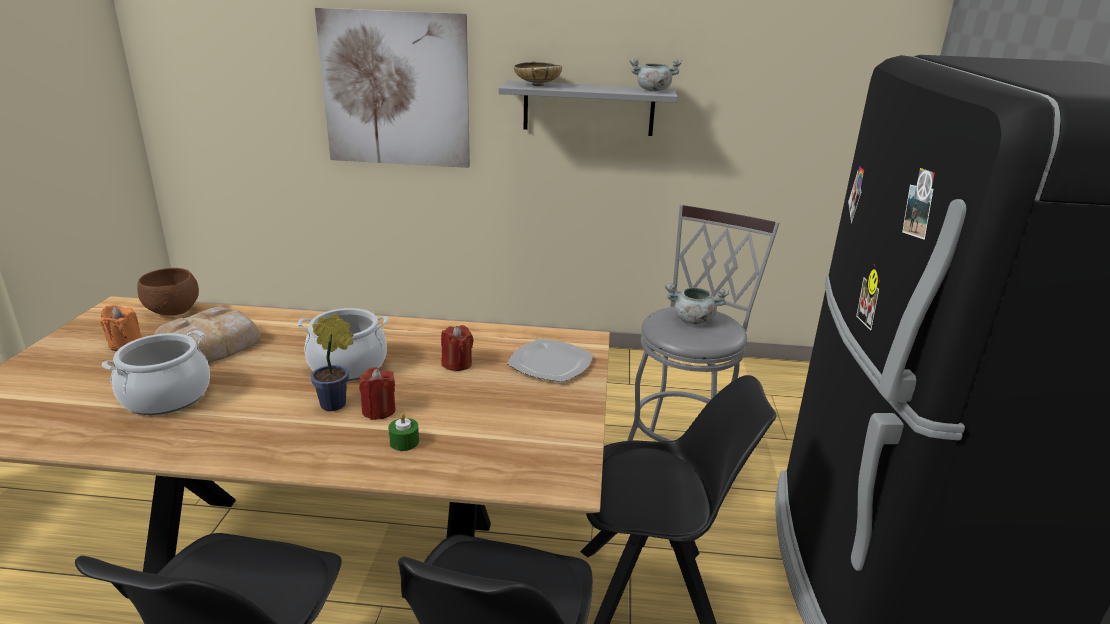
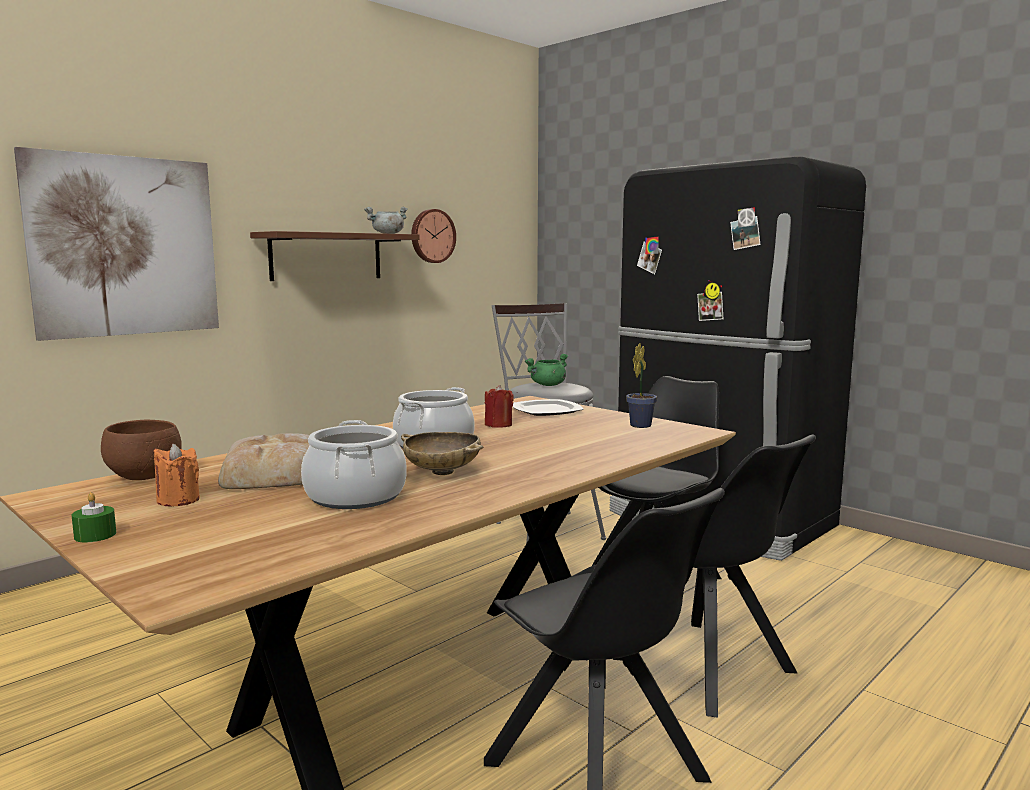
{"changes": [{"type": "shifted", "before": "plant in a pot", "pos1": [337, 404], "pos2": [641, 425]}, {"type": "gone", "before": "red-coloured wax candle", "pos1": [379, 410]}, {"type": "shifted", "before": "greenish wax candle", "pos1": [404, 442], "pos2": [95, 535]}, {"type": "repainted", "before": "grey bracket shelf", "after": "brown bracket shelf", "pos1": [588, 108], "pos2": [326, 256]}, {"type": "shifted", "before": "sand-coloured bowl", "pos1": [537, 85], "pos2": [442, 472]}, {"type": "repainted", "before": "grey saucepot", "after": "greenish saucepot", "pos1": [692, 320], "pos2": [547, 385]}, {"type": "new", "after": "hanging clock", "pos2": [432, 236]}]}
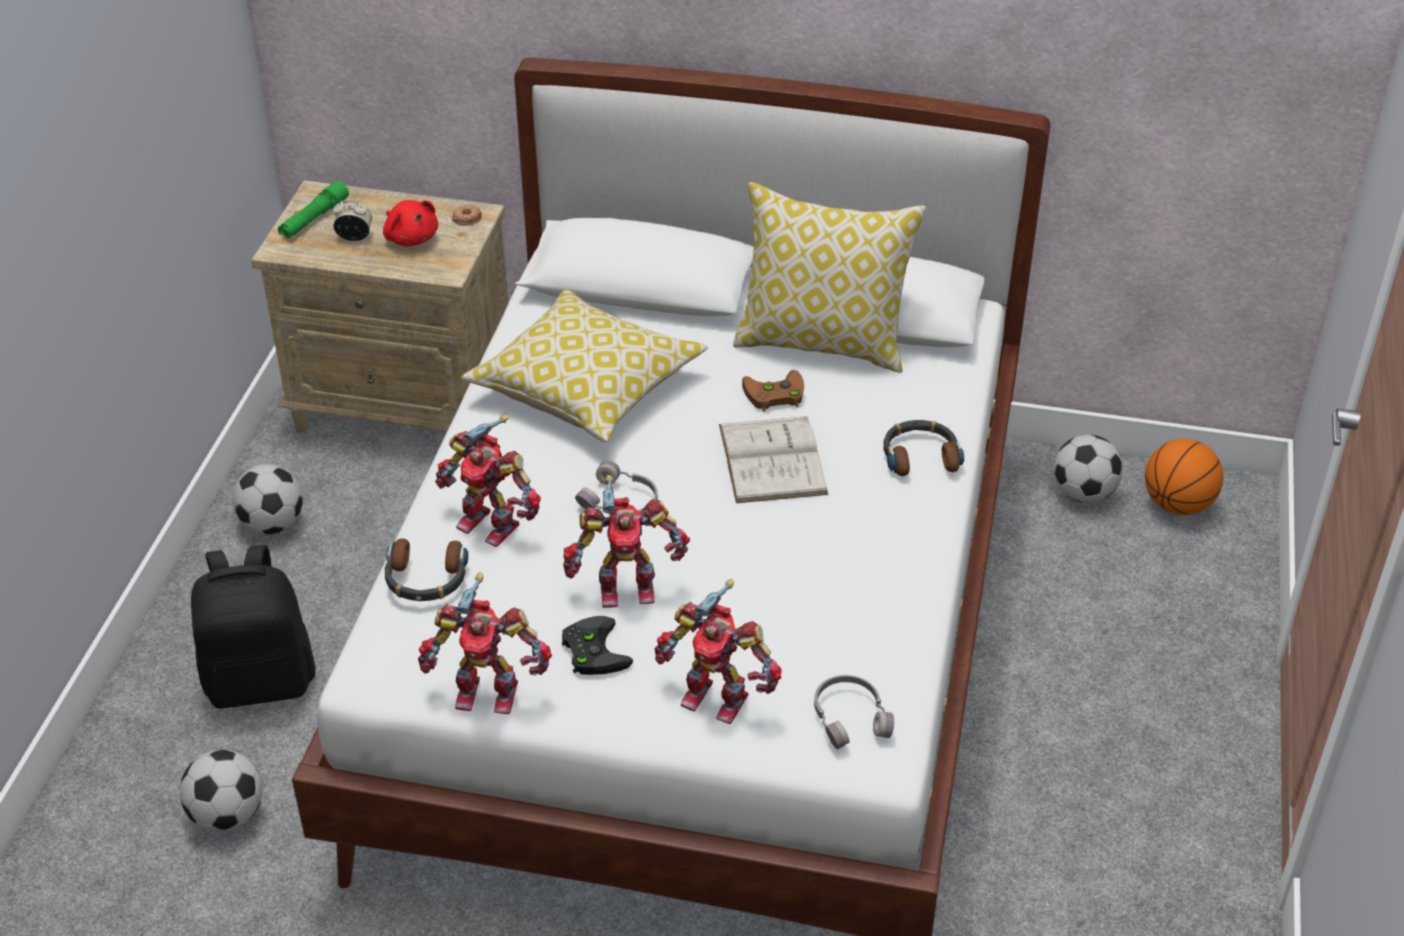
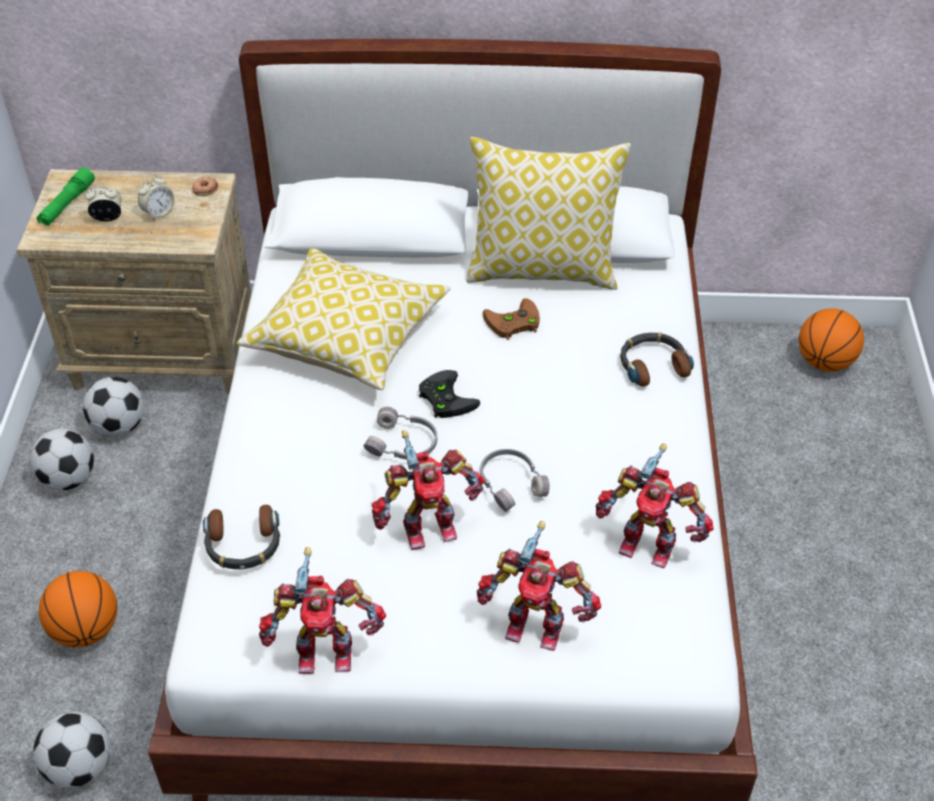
{"changes": [{"type": "swapped", "before": "black knapsack", "after": "ball for basketball", "pos1": [261, 680], "pos2": [86, 629]}, {"type": "swapped", "before": "red-coloured soft toy", "after": "table clock", "pos1": [411, 238], "pos2": [159, 213]}, {"type": "shifted", "before": "robot figure", "pos1": [491, 523], "pos2": [648, 543]}, {"type": "shifted", "before": "black joypad", "pos1": [592, 650], "pos2": [444, 398]}, {"type": "gone", "before": "white volume", "pos1": [772, 459]}, {"type": "shifted", "before": "grey pair of headphones", "pos1": [850, 717], "pos2": [511, 483]}, {"type": "shifted", "before": "football ball", "pos1": [1084, 493], "pos2": [120, 426]}]}
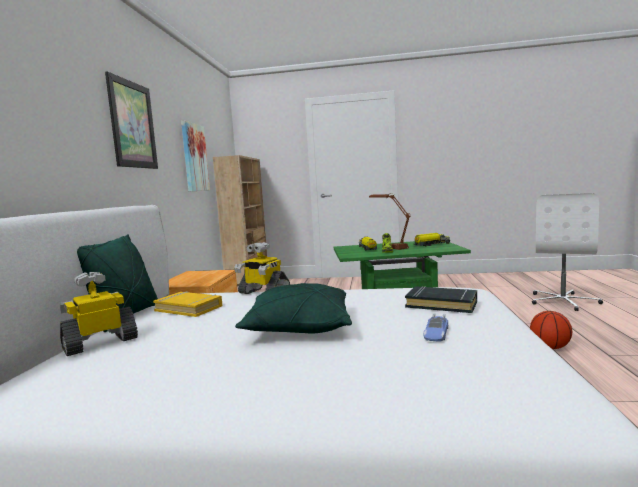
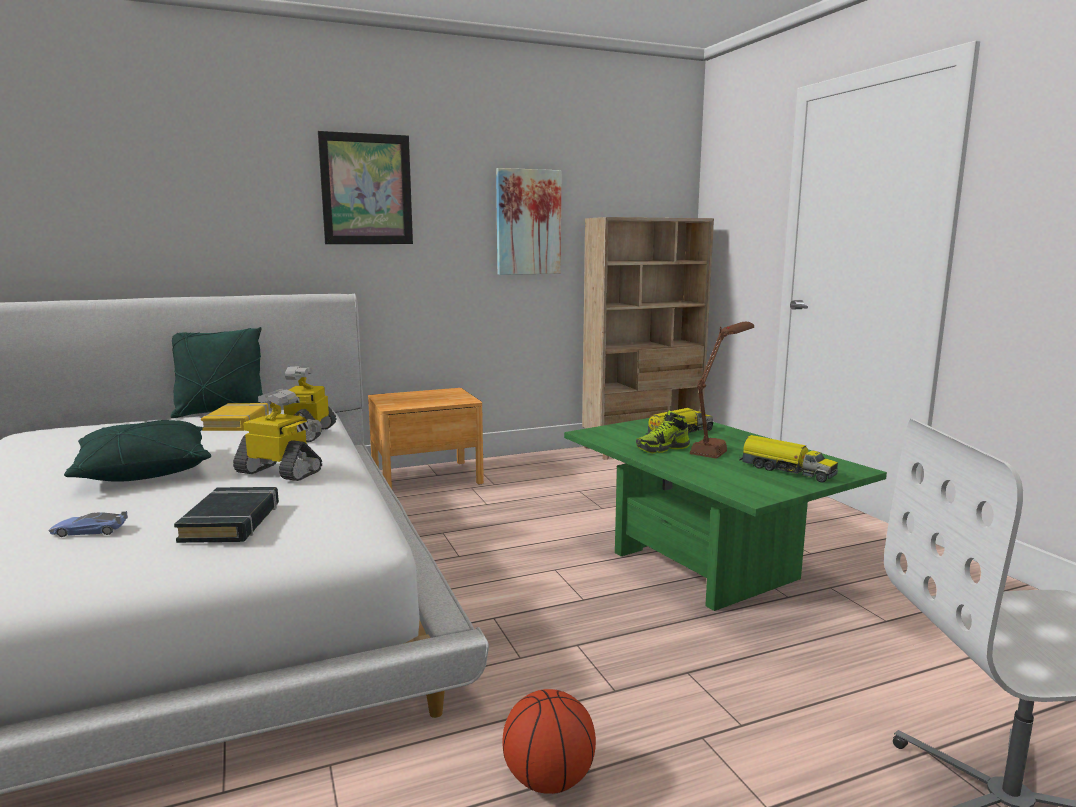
{"changes": [{"type": "shifted", "before": "robot figure", "pos1": [100, 343], "pos2": [280, 472]}]}
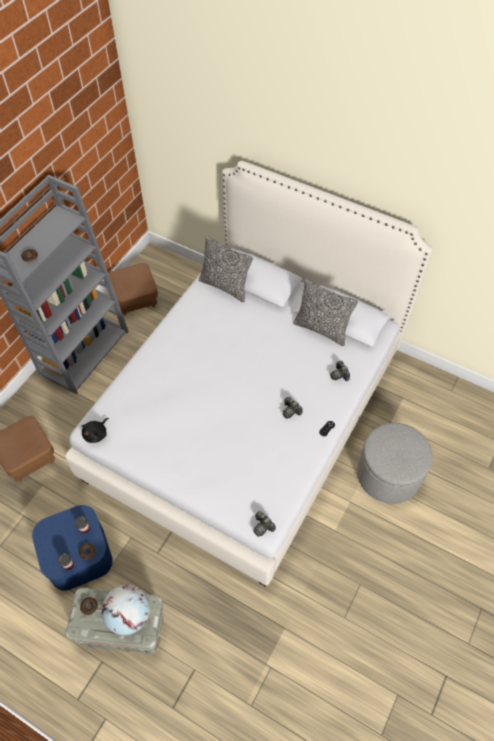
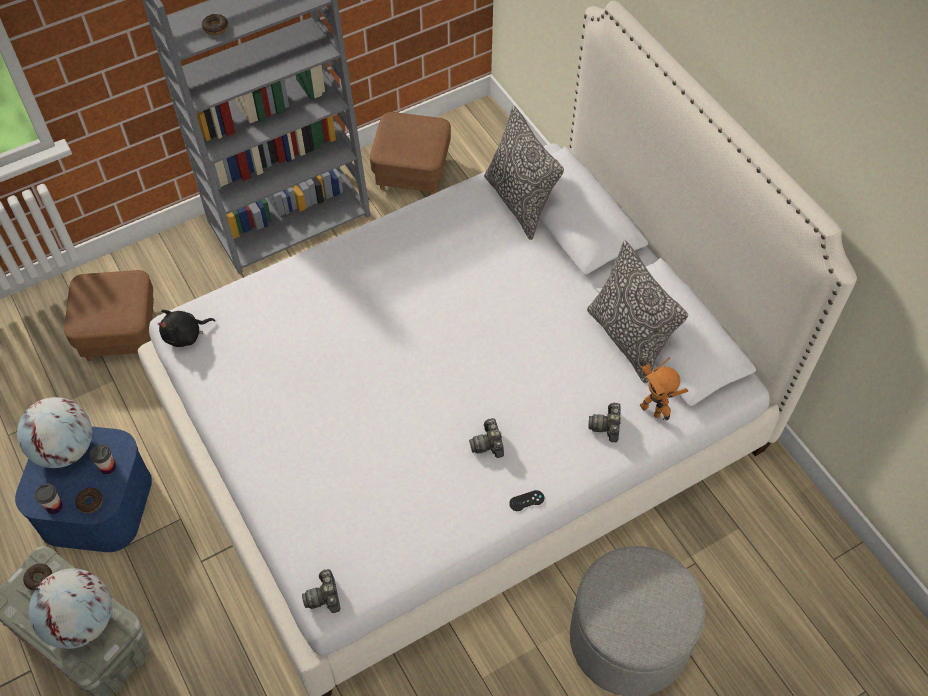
{"changes": [{"type": "new", "after": "globe", "pos2": [65, 449]}, {"type": "new", "after": "robot figure", "pos2": [651, 409]}]}
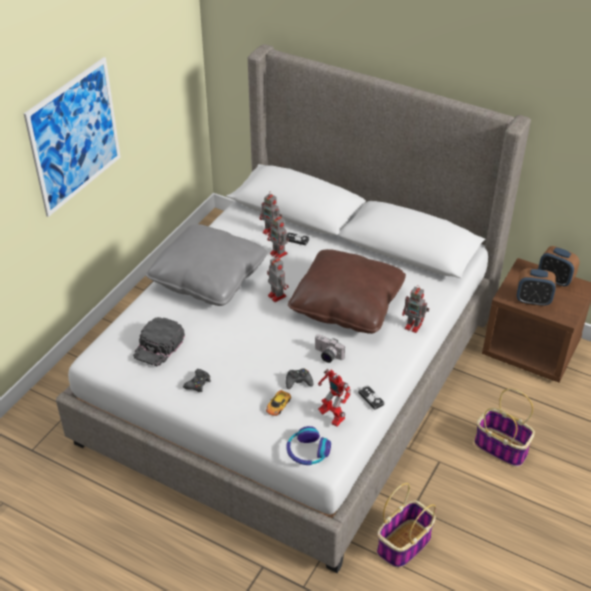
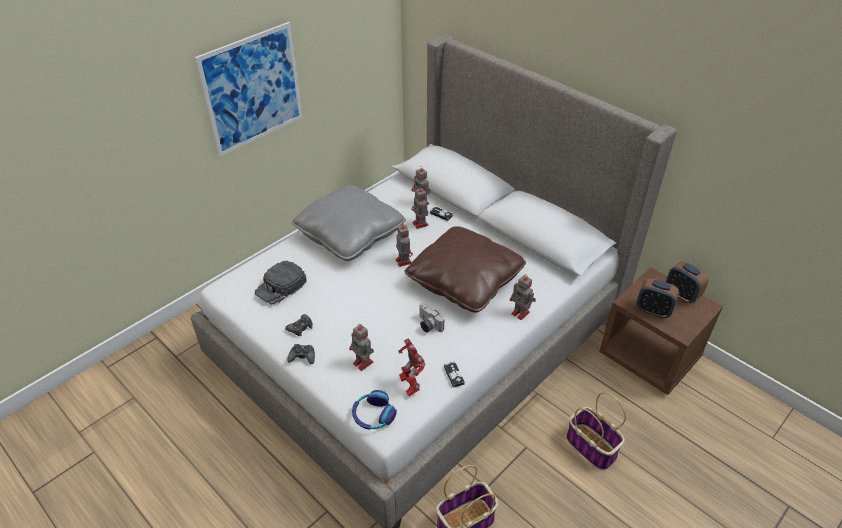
{"changes": [{"type": "swapped", "before": "model car", "after": "robot figure", "pos1": [278, 405], "pos2": [363, 363]}, {"type": "shifted", "before": "black joypad", "pos1": [298, 381], "pos2": [302, 357]}]}
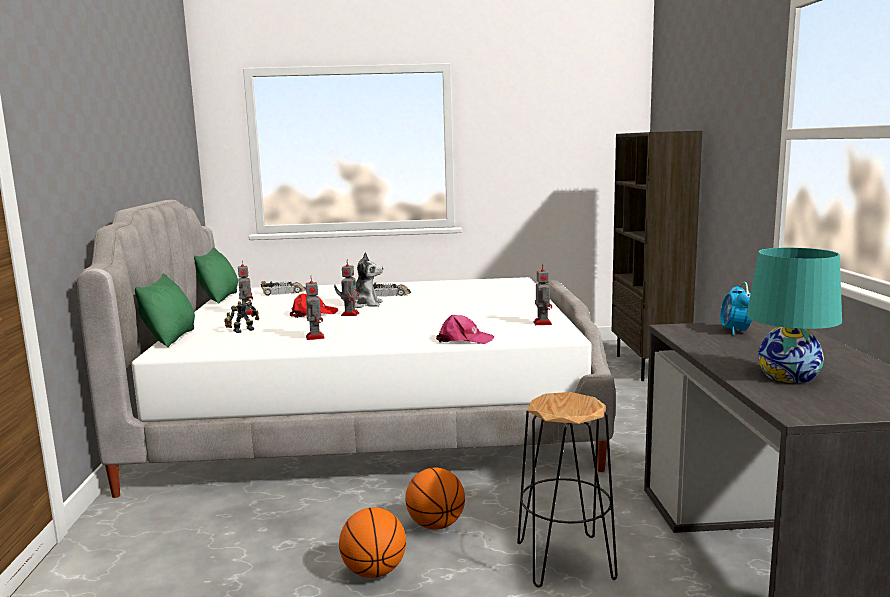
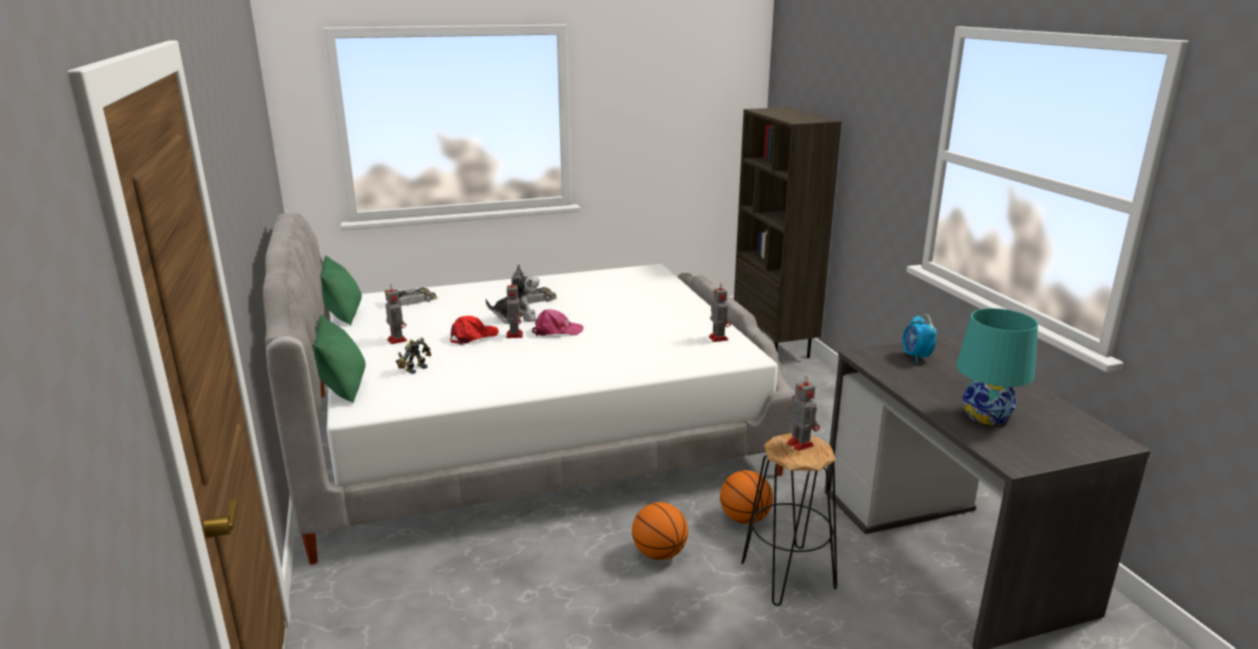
{"changes": [{"type": "shifted", "before": "robot figure", "pos1": [315, 337], "pos2": [799, 444]}, {"type": "shifted", "before": "ball for basketball", "pos1": [374, 572], "pos2": [744, 519]}, {"type": "shifted", "before": "pink-coloured peaked cap", "pos1": [464, 340], "pos2": [556, 331]}]}
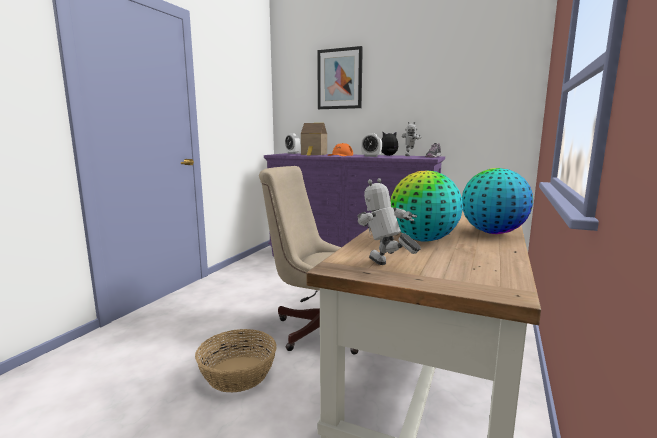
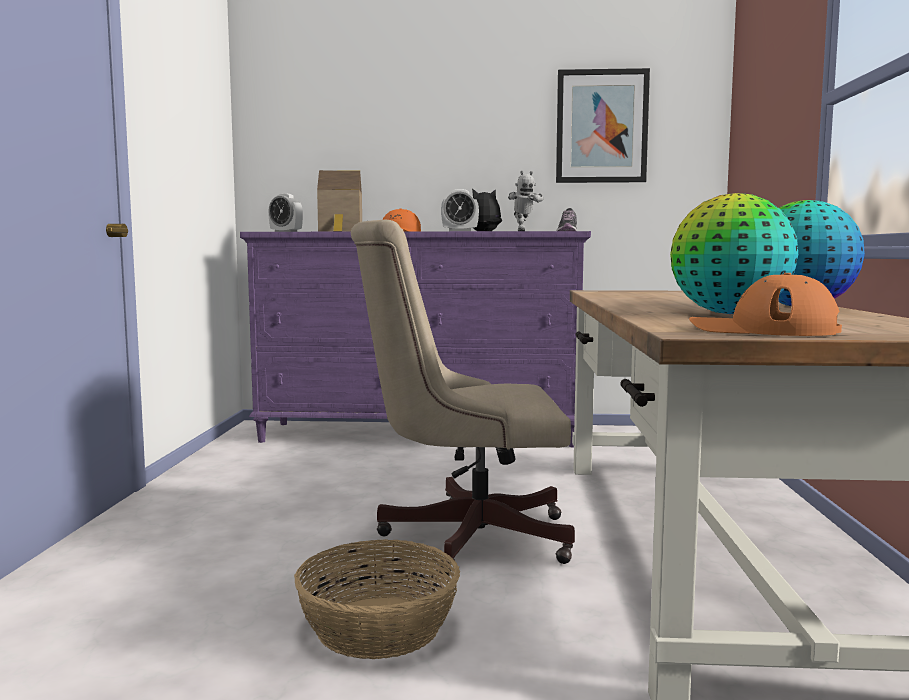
{"changes": [{"type": "shifted", "before": "wall art", "pos1": [339, 79], "pos2": [601, 126]}, {"type": "swapped", "before": "robot figure", "after": "orange-coloured peaked cap", "pos1": [385, 267], "pos2": [762, 330]}]}
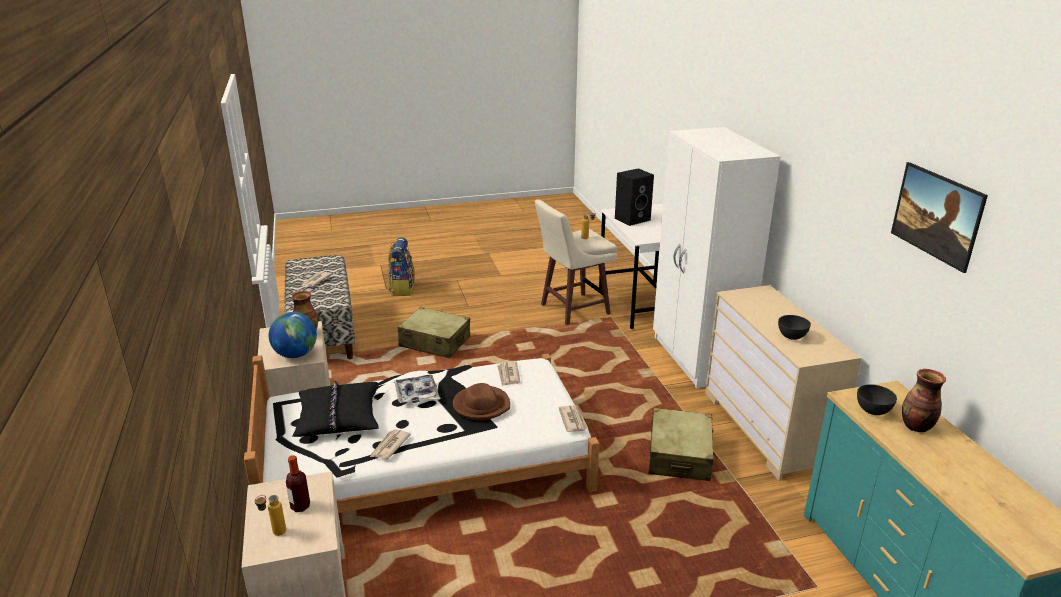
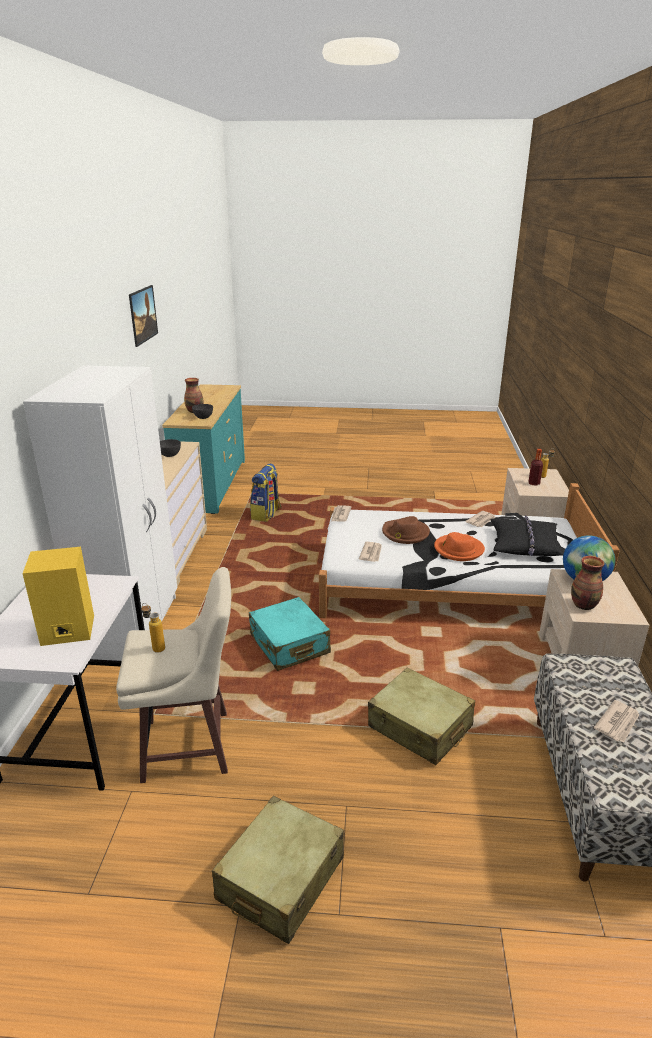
{"changes": [{"type": "shifted", "before": "knapsack", "pos1": [402, 288], "pos2": [266, 514]}, {"type": "swapped", "before": "tray", "after": "orange-coloured hat", "pos1": [416, 393], "pos2": [458, 550]}, {"type": "repainted", "before": "black speaker", "after": "yellow speaker", "pos1": [632, 219], "pos2": [66, 631]}, {"type": "shifted", "before": "sand-coloured suitcase", "pos1": [679, 455], "pos2": [280, 879]}, {"type": "new", "after": "turquoise-coloured suitcase", "pos2": [289, 644]}]}
